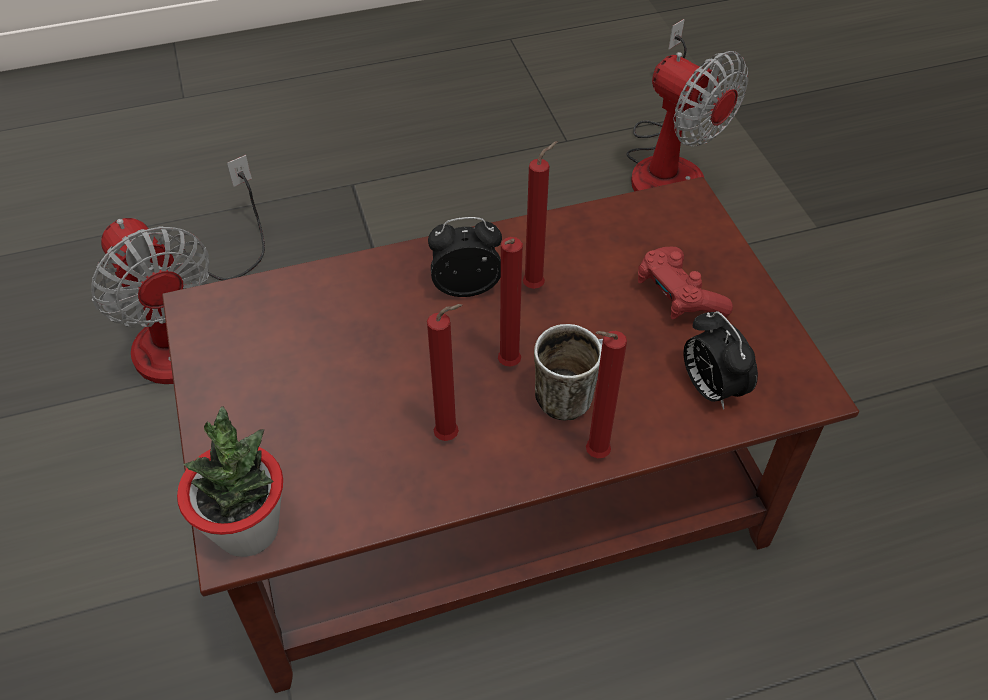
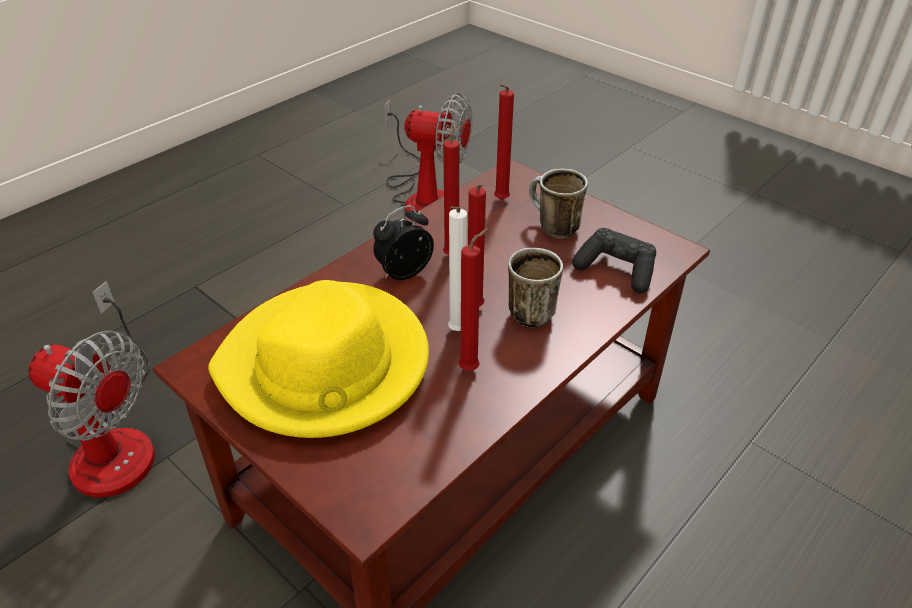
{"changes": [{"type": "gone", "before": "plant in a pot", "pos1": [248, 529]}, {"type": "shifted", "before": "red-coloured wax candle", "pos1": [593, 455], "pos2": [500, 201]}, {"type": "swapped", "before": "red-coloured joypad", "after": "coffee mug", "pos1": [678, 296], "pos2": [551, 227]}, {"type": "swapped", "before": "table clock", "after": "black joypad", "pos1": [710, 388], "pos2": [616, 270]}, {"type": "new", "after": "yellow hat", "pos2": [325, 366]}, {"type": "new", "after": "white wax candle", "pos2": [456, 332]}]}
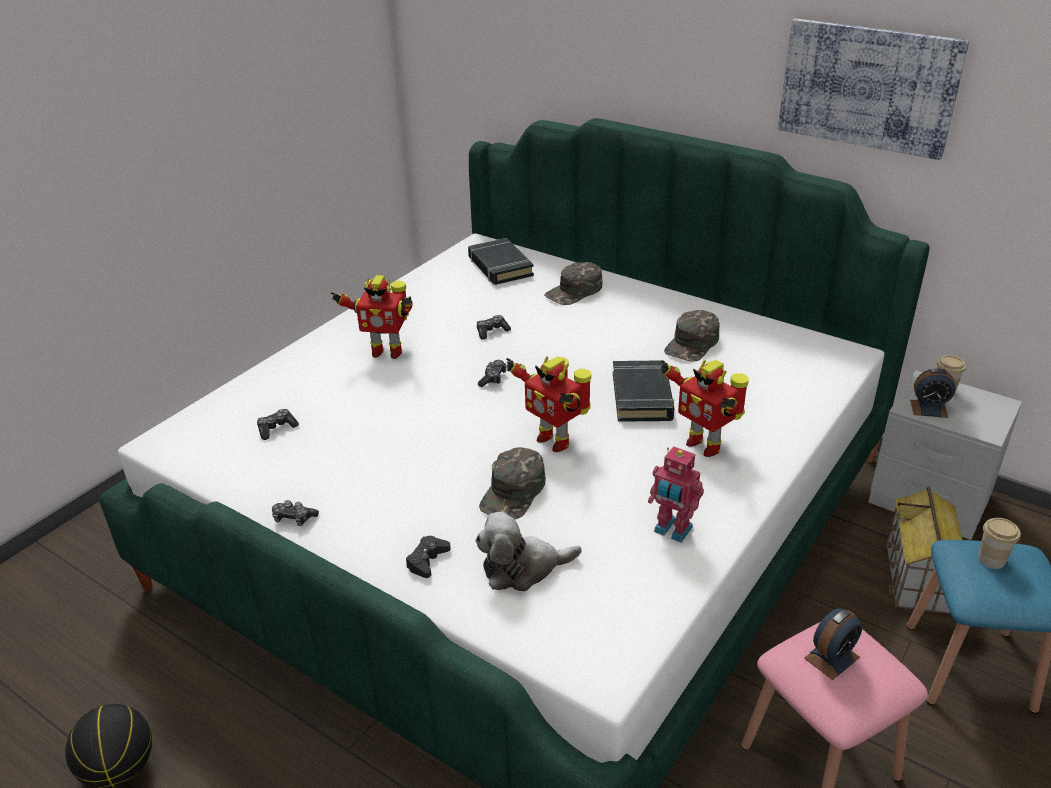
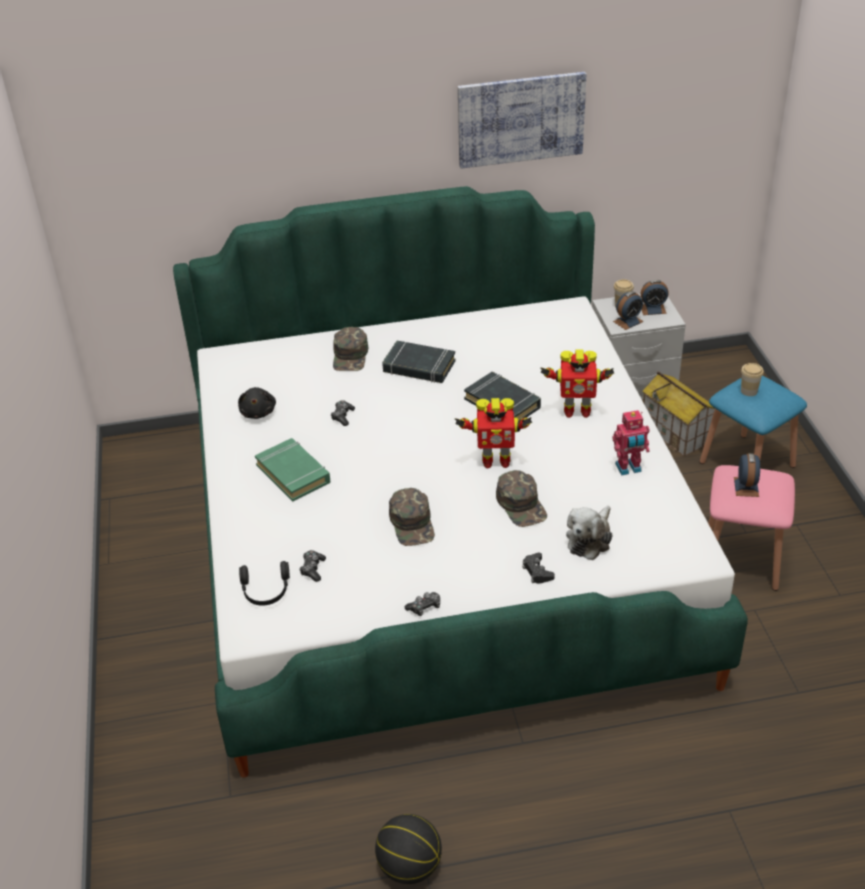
{"changes": [{"type": "swapped", "before": "robot figure", "after": "greenish volume", "pos1": [386, 351], "pos2": [293, 474]}, {"type": "shifted", "before": "black volume", "pos1": [500, 266], "pos2": [419, 367]}, {"type": "gone", "before": "joypad", "pos1": [493, 378]}, {"type": "shifted", "before": "greenish peaked cap", "pos1": [692, 344], "pos2": [412, 523]}, {"type": "new", "after": "black soft toy", "pos2": [258, 412]}, {"type": "new", "after": "black pair of headphones", "pos2": [265, 591]}, {"type": "new", "after": "table clock", "pos2": [652, 309]}]}
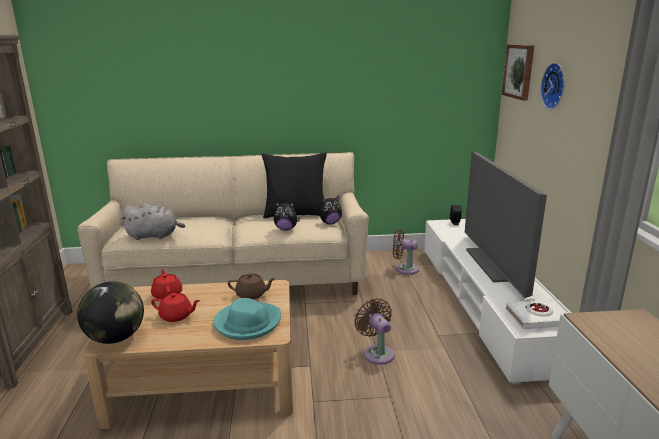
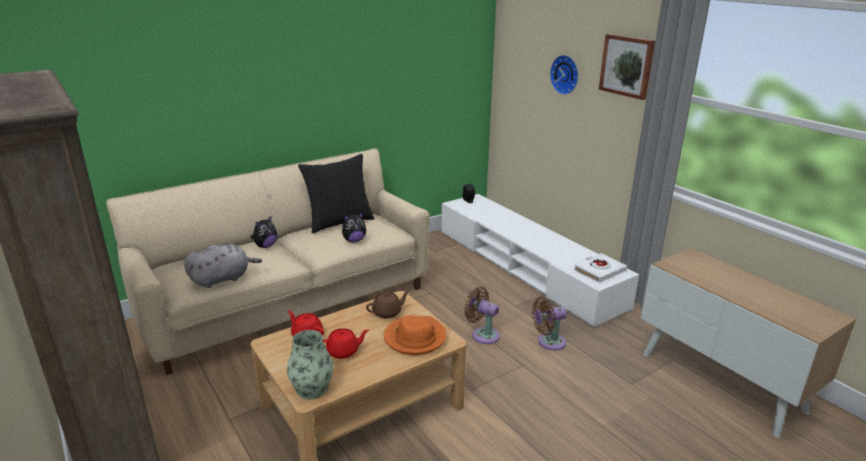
{"changes": [{"type": "swapped", "before": "globe", "after": "decorative vase", "pos1": [116, 338], "pos2": [312, 389]}, {"type": "repainted", "before": "turquoise-coloured hat", "after": "orange-coloured hat", "pos1": [247, 323], "pos2": [415, 338]}, {"type": "shifted", "before": "soft toy", "pos1": [330, 223], "pos2": [265, 246]}, {"type": "shifted", "before": "brown electric fan", "pos1": [404, 269], "pos2": [548, 342]}, {"type": "gone", "before": "television", "pos1": [497, 264]}, {"type": "shifted", "before": "wall art", "pos1": [519, 71], "pos2": [627, 66]}]}
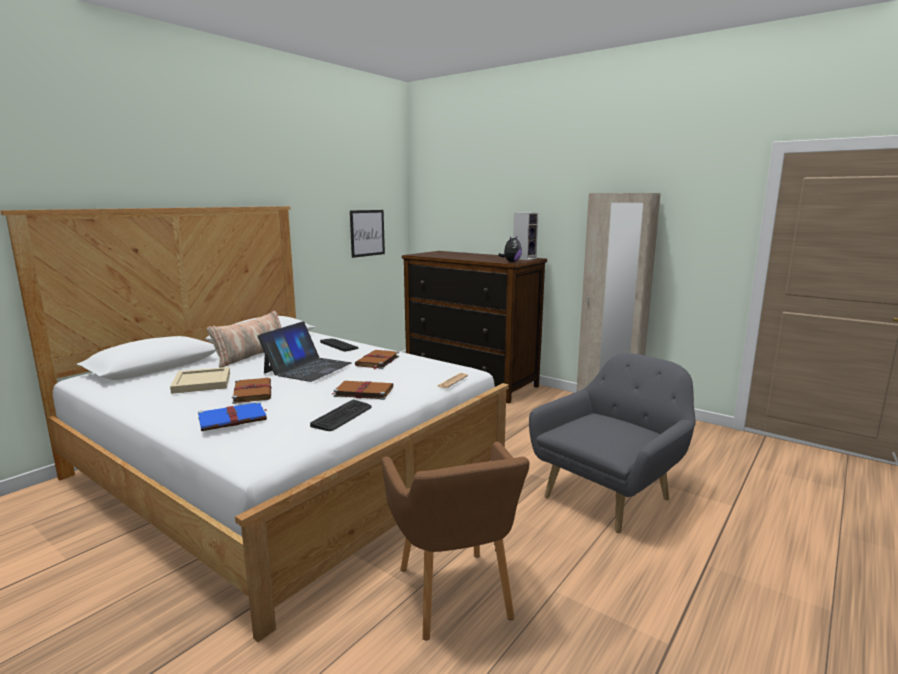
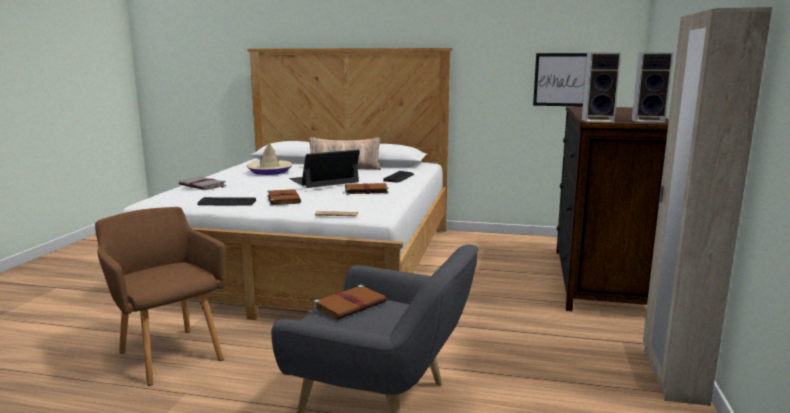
{"changes": [{"type": "swapped", "before": "sand-coloured tray", "after": "sand-coloured hat", "pos1": [201, 383], "pos2": [270, 171]}, {"type": "repainted", "before": "blue-coloured volume", "after": "grey volume", "pos1": [233, 419], "pos2": [203, 185]}, {"type": "shifted", "before": "brown volume", "pos1": [252, 392], "pos2": [351, 304]}, {"type": "rotated", "before": "notebook computer", "pos1": [307, 368], "pos2": [324, 180], "turn": 150}, {"type": "rotated", "before": "brown lounge chair", "pos1": [455, 597], "pos2": [169, 353], "turn": 90}, {"type": "swapped", "before": "soft toy", "after": "speaker", "pos1": [511, 262], "pos2": [599, 120]}]}
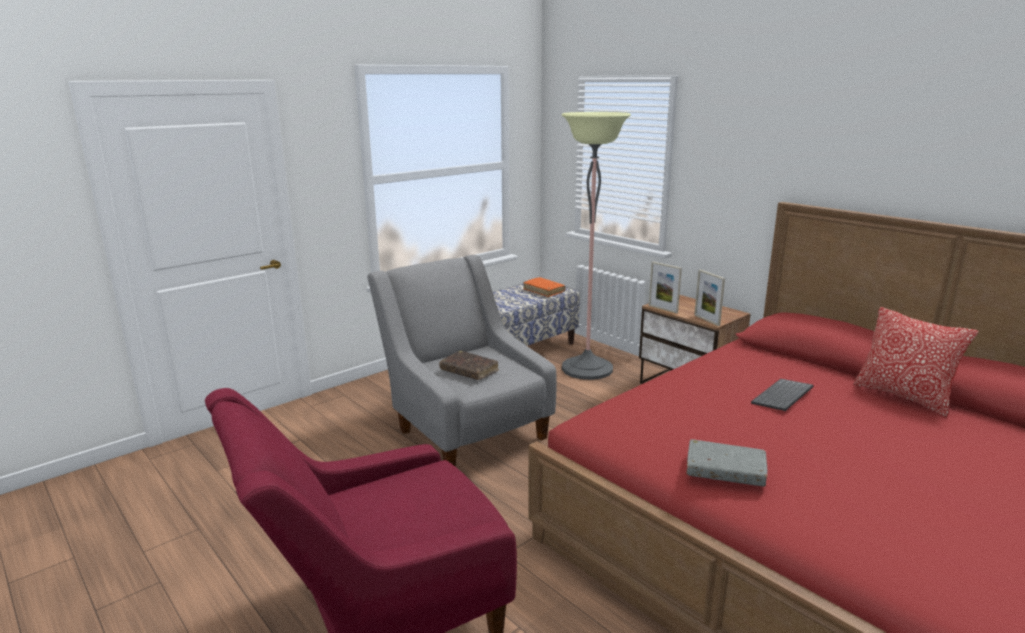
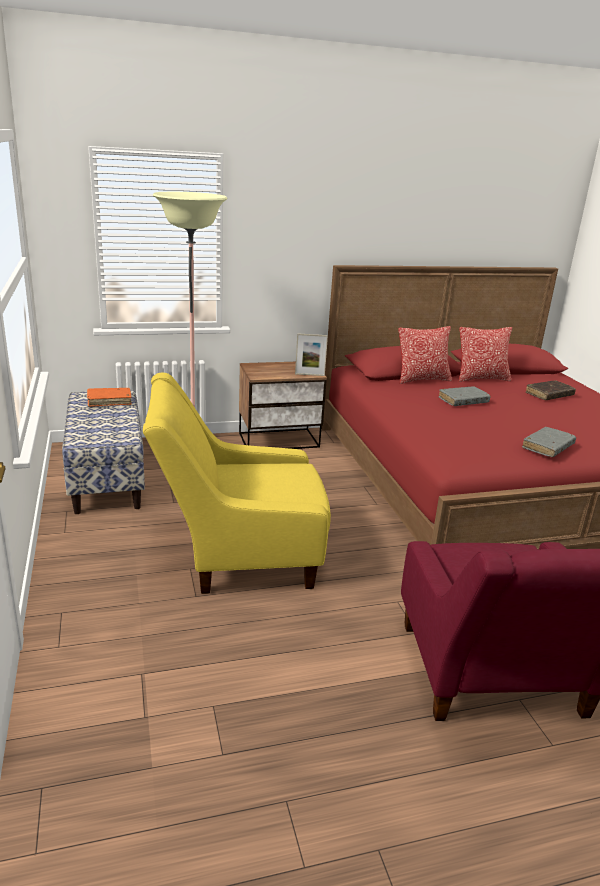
{"changes": [{"type": "repainted", "before": "grey lounge chair", "after": "yellow lounge chair", "pos1": [466, 429], "pos2": [237, 554]}, {"type": "shifted", "before": "brown volume", "pos1": [469, 371], "pos2": [549, 395]}, {"type": "gone", "before": "photo frame", "pos1": [663, 309]}, {"type": "swapped", "before": "computer keyboard", "after": "grey volume", "pos1": [783, 397], "pos2": [463, 401]}, {"type": "new", "after": "throw pillow", "pos2": [422, 379]}]}
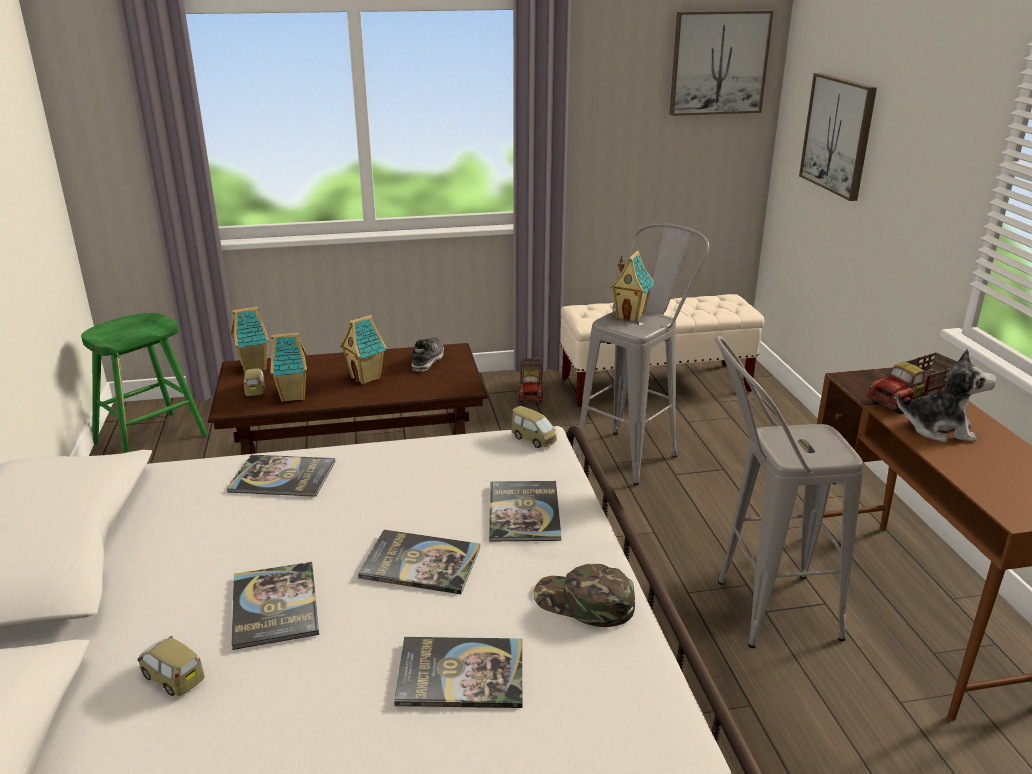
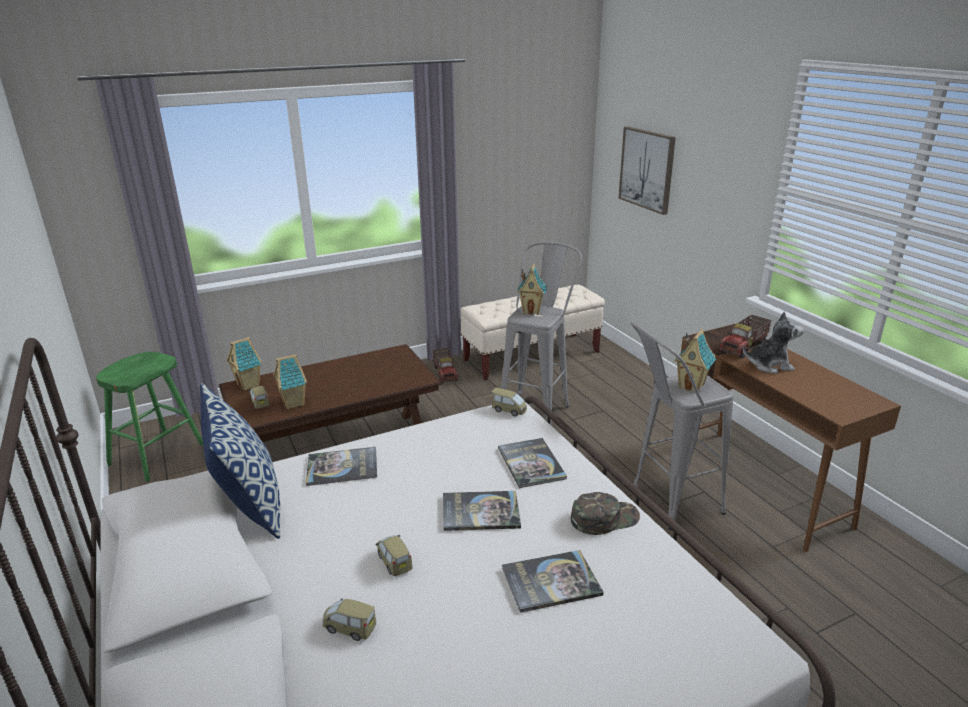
{"changes": [{"type": "swapped", "before": "volume", "after": "model car", "pos1": [275, 606], "pos2": [394, 562]}, {"type": "shifted", "before": "toy house", "pos1": [366, 378], "pos2": [691, 386]}, {"type": "gone", "before": "item of footwear", "pos1": [427, 360]}, {"type": "rotated", "before": "greenish peaked cap", "pos1": [583, 603], "pos2": [604, 518], "turn": 150}, {"type": "gone", "before": "wall art", "pos1": [719, 63]}, {"type": "new", "after": "throw pillow", "pos2": [249, 506]}]}
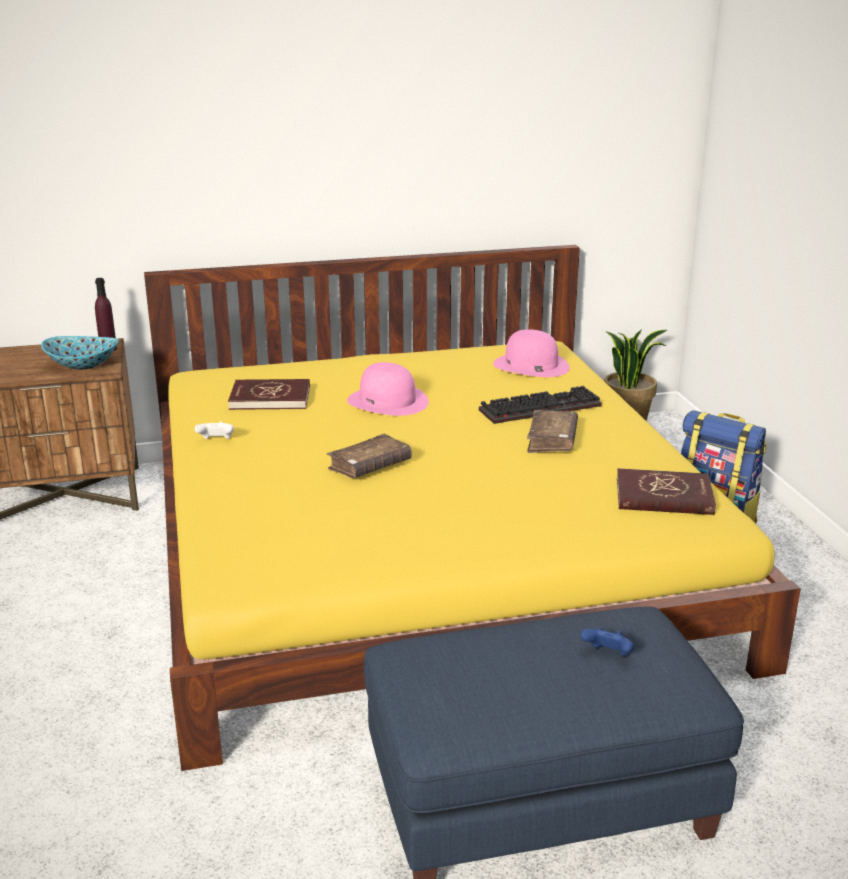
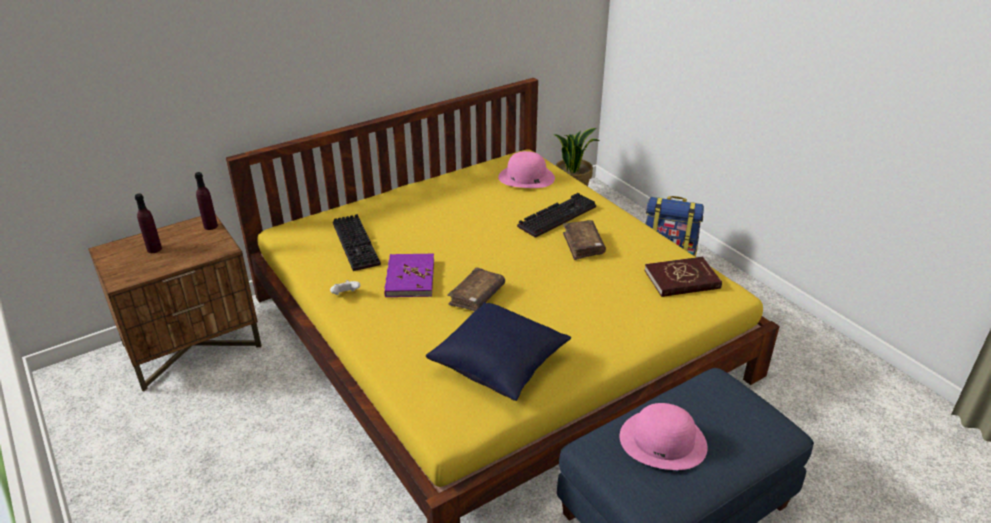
{"changes": [{"type": "gone", "before": "bowl", "pos1": [83, 365]}, {"type": "swapped", "before": "red-coloured volume", "after": "computer keyboard", "pos1": [270, 398], "pos2": [358, 244]}, {"type": "shifted", "before": "pink-coloured hat", "pos1": [388, 401], "pos2": [663, 441]}, {"type": "gone", "before": "blue-coloured joypad", "pos1": [607, 655]}, {"type": "new", "after": "purplish bottle", "pos2": [154, 249]}, {"type": "new", "after": "purplish volume", "pos2": [409, 278]}, {"type": "new", "after": "blue-coloured throw pillow", "pos2": [499, 364]}]}
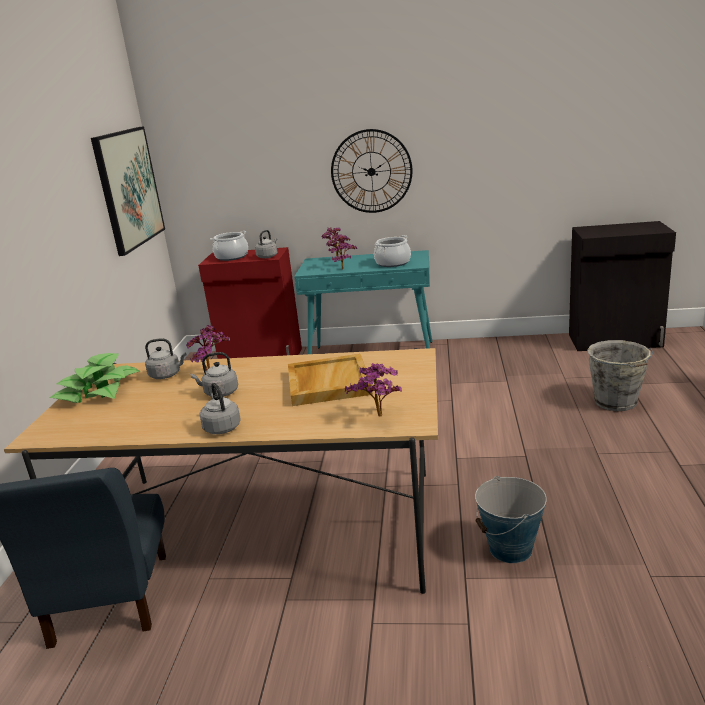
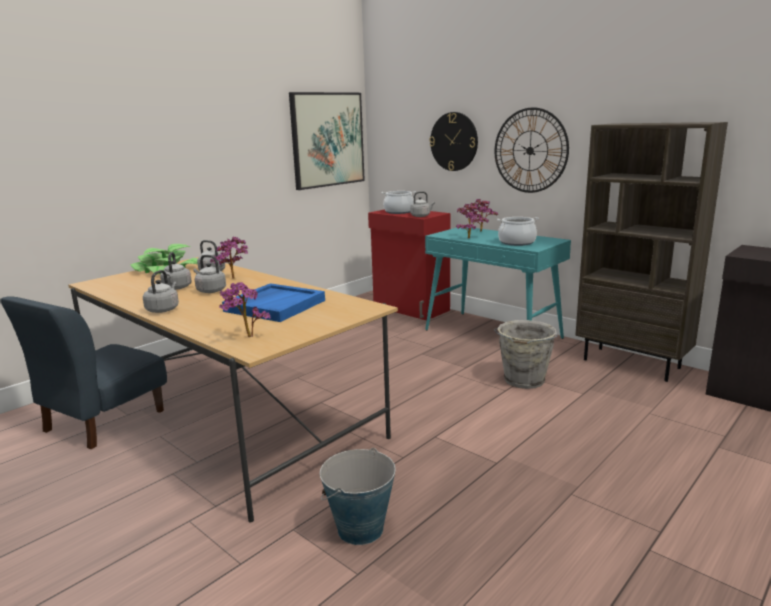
{"changes": [{"type": "repainted", "before": "sand-coloured tray", "after": "blue-coloured tray", "pos1": [327, 383], "pos2": [275, 305]}, {"type": "shifted", "before": "grey water bucket", "pos1": [616, 402], "pos2": [523, 381]}, {"type": "new", "after": "grey kettle", "pos2": [176, 288]}, {"type": "new", "after": "hanging clock", "pos2": [454, 141]}, {"type": "new", "after": "brown shelving unit", "pos2": [632, 363]}]}
